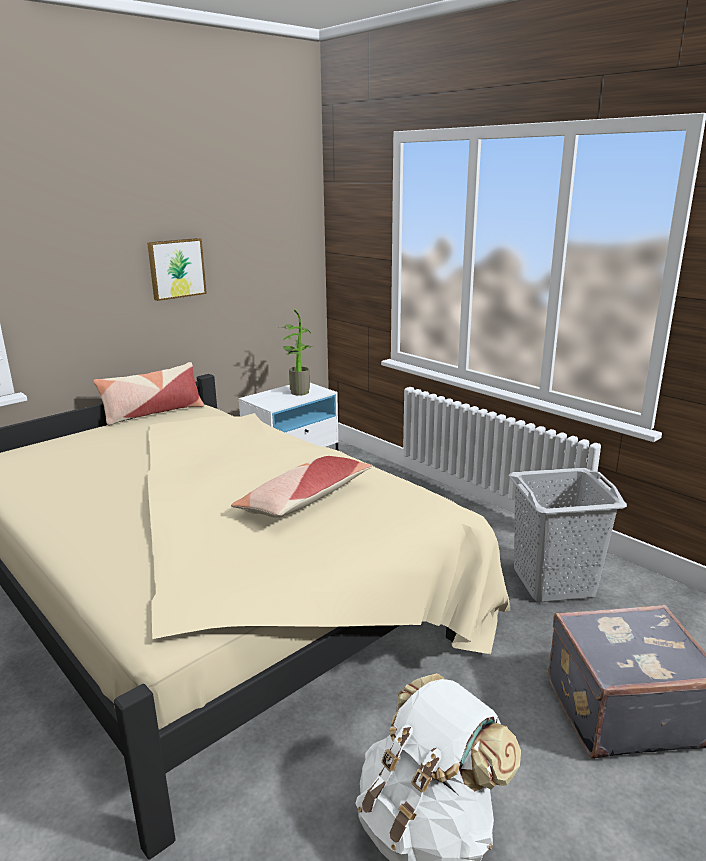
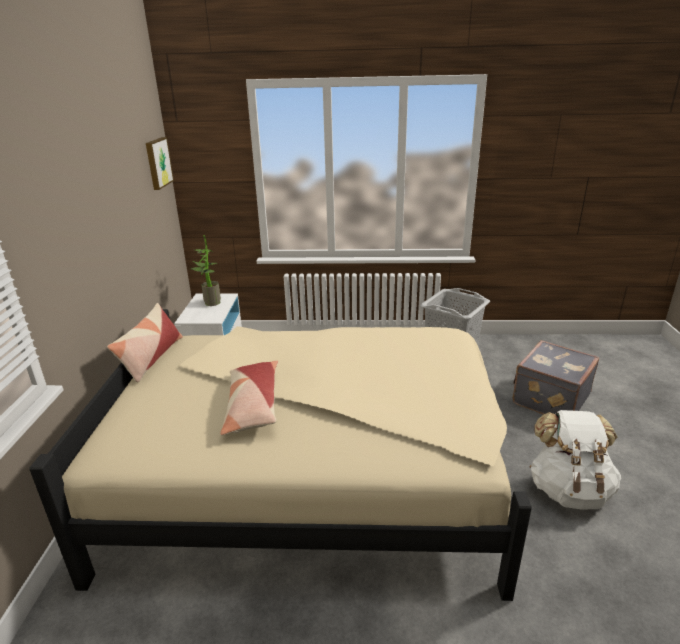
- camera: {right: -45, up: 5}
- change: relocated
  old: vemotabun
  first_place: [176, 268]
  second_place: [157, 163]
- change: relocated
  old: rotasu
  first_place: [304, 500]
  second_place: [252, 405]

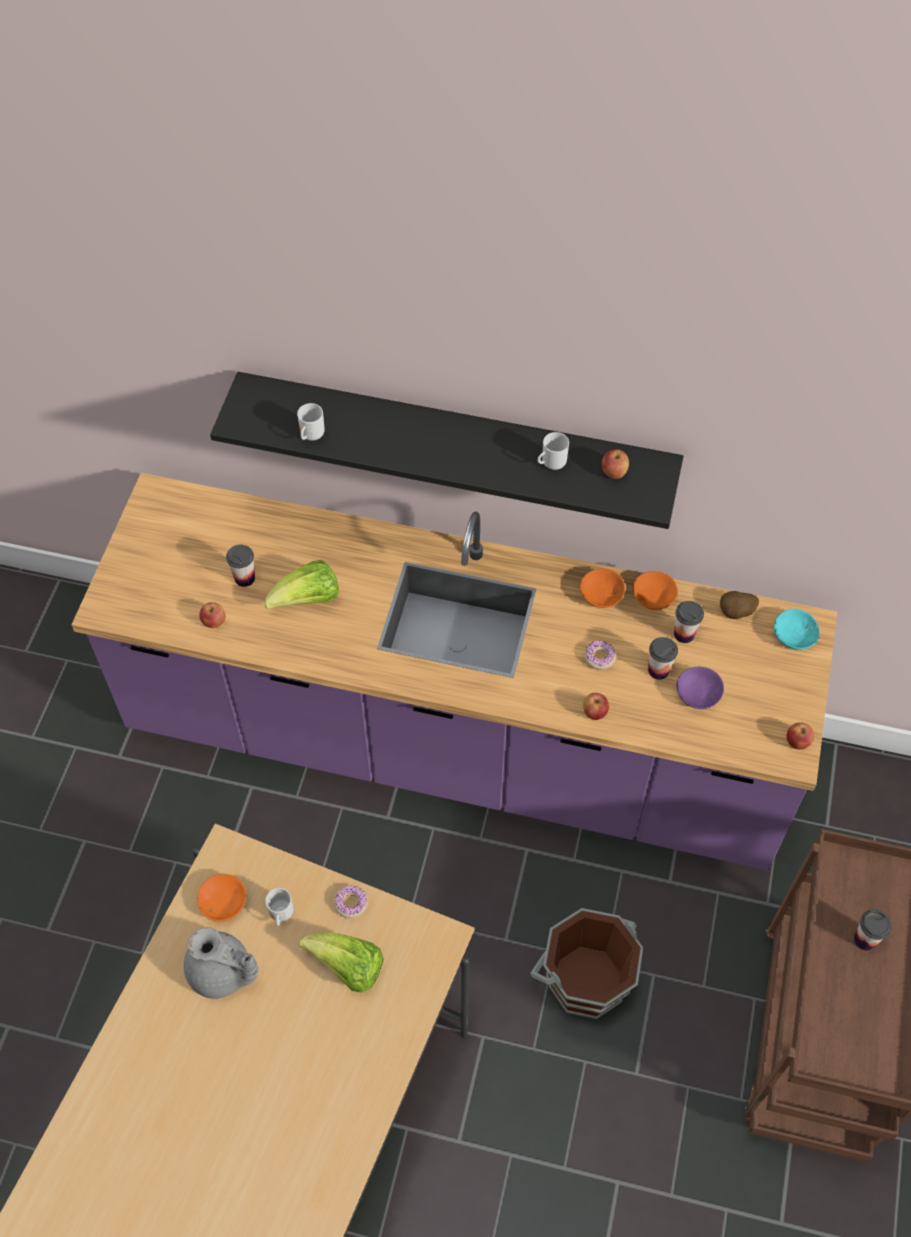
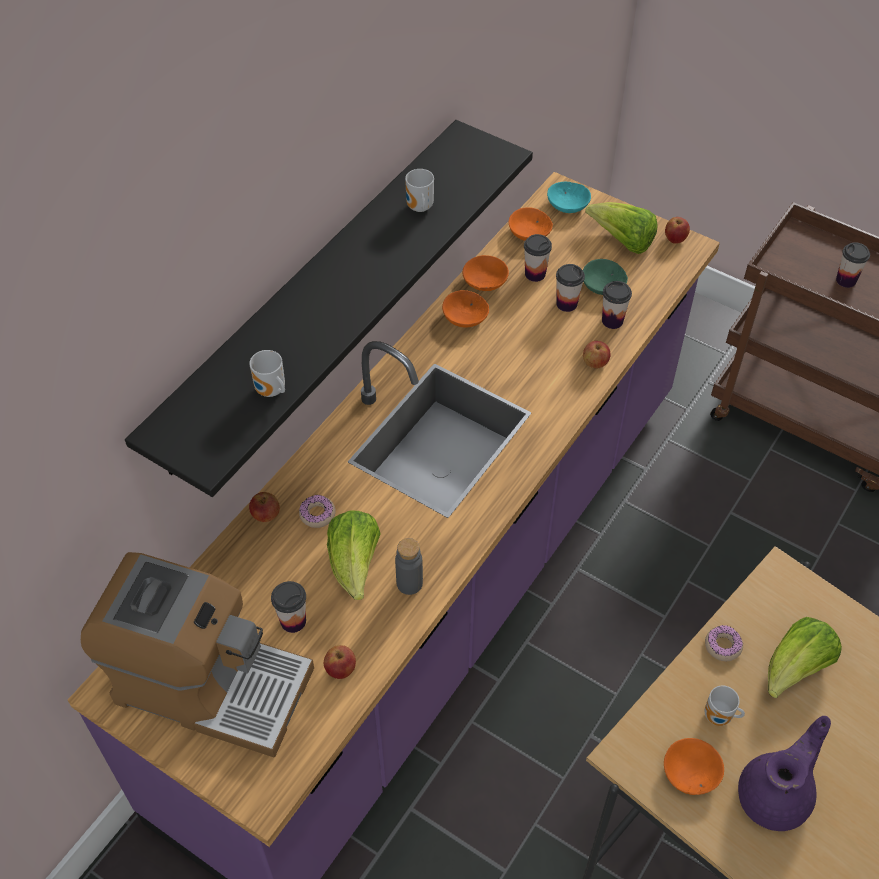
- camera: {right: -70, up: -5}
- change: colour
  old: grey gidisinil
  new: purple gidisinil
  first_place: [222, 973]
  second_place: [776, 795]
- change: missing
  old: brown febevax
  first_place: [585, 979]
- change: relocated
  old: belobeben
  first_place: [599, 657]
  second_place: [317, 514]
- change: relocated
  old: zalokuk
  first_place: [613, 473]
  second_place: [266, 515]
- change: colour
  old: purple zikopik
  new: green zikopik
  first_place: [697, 693]
  second_place: [601, 285]
- change: exchanged
  old: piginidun
  new: orange zikopik
  first_place: [736, 613]
  second_place: [528, 233]
- change: appeared
  new: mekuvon
  second_place: [210, 684]
- change: appeared
  new: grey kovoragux
  second_place: [409, 583]
- change: appeared
  new: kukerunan
  second_place: [622, 241]
- change: appeared
  new: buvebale
  second_place: [612, 321]

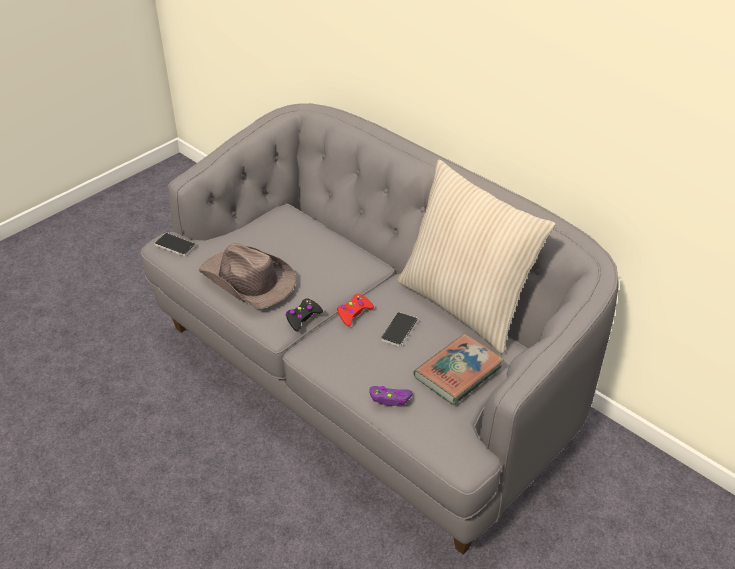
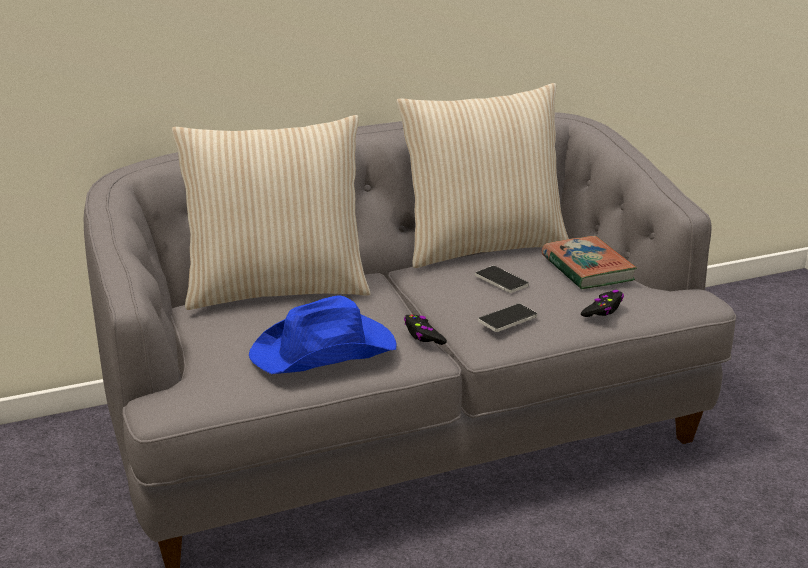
- camera: {right: -65, up: -15}
- change: relocated
  old: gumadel
  first_place: [175, 245]
  second_place: [507, 319]
- change: colour
  old: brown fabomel
  new: blue fabomel
  first_place: [248, 280]
  second_place: [325, 351]
- change: missing
  old: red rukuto
  first_place: [354, 313]
- change: colour
  old: purple rukuto
  new: black rukuto
  first_place: [390, 399]
  second_place: [603, 310]
- change: appeared
  new: beige rotasu
  second_place: [276, 289]

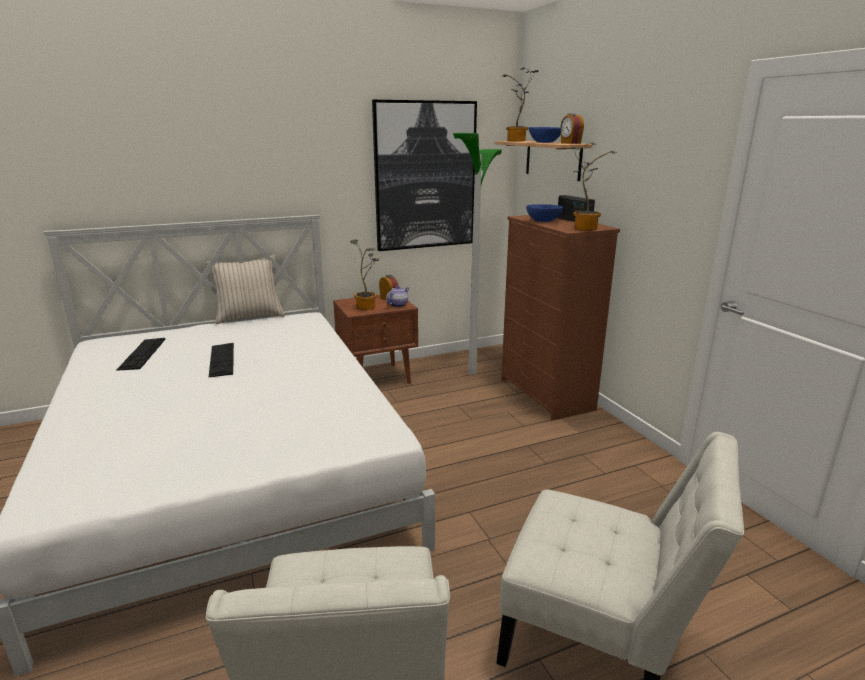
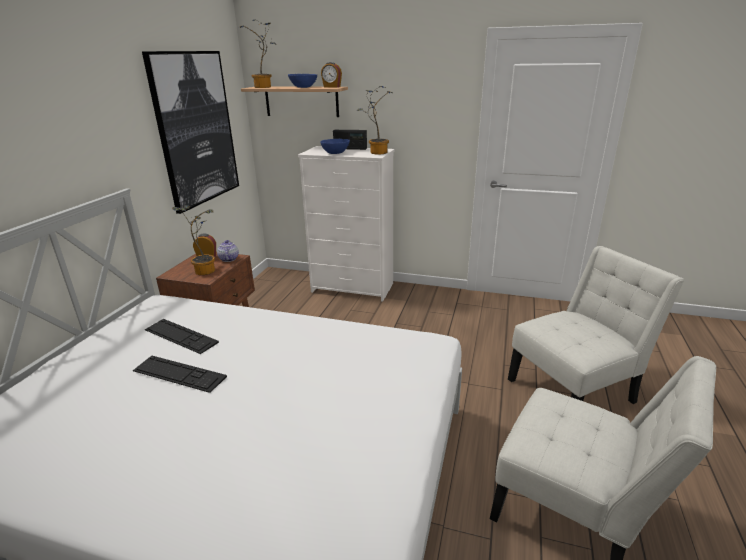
- camera: {right: -50, up: 5}
- change: relocated
  old: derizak
  first_place: [142, 353]
  second_place: [181, 336]
- change: missing
  old: beige rotasu
  first_place: [249, 317]
- change: missing
  old: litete
  first_place: [472, 372]
- change: colour
  old: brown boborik
  new: white boborik
  first_place: [546, 395]
  second_place: [353, 288]

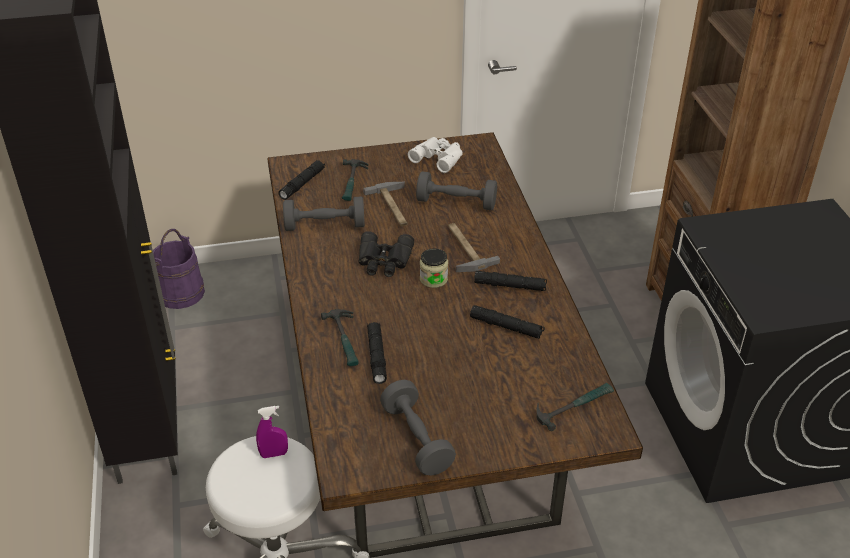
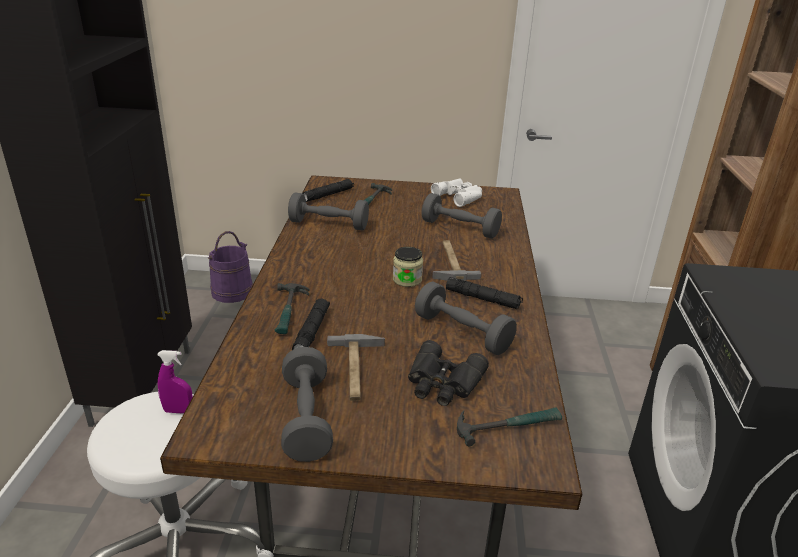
- camera: {right: 15, up: -10}
- change: relocated
  old: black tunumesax
  first_place: [384, 261]
  second_place: [443, 383]
- change: relocated
  old: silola
  first_place: [394, 207]
  second_place: [356, 370]
- change: exchanged
  old: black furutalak
  new: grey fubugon
  first_place: [506, 327]
  second_place: [462, 333]

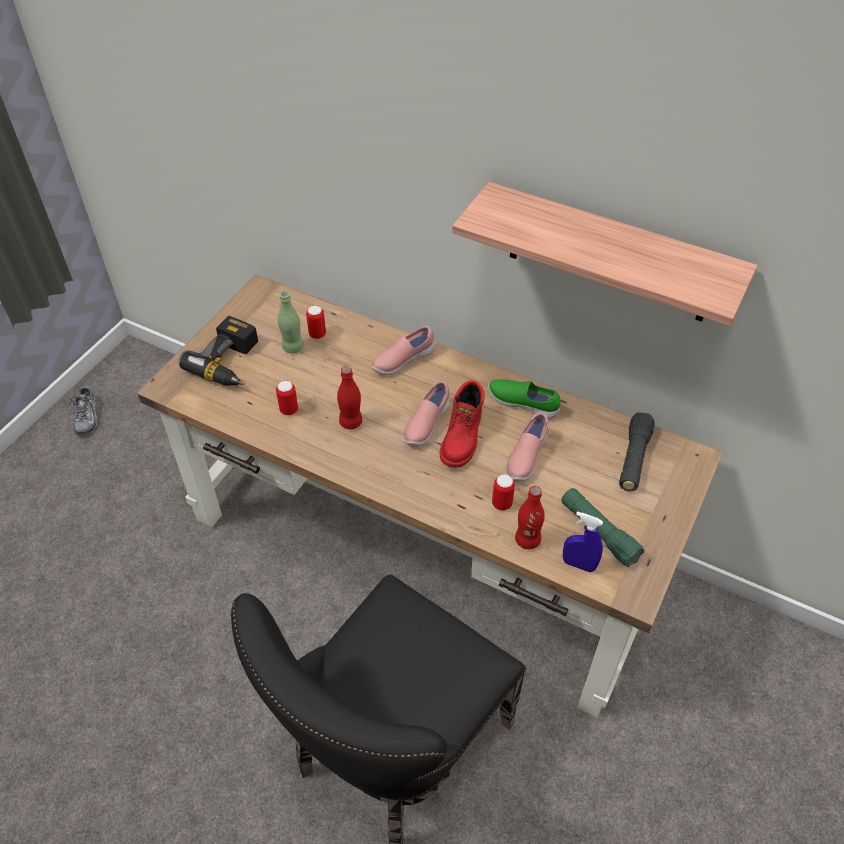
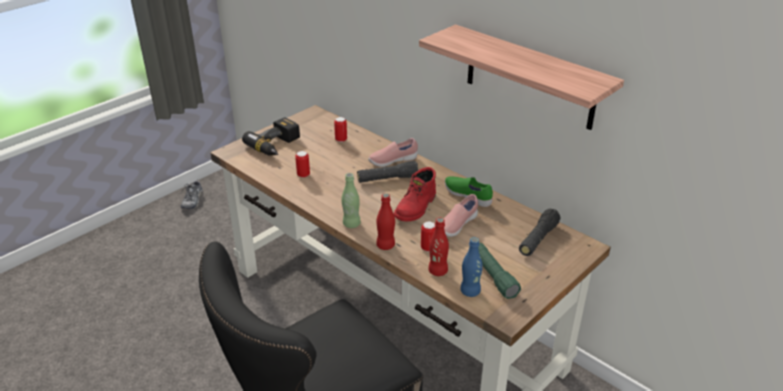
- camera: {right: 15, up: -15}
- change: relocated
  old: green kovoragux
  first_place: [293, 347]
  second_place: [351, 224]
- change: relocated
  old: red kovoragux
  first_place: [351, 422]
  second_place: [385, 245]
- change: missing
  old: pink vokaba
  first_place: [426, 424]
- change: exchanged
  old: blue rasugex
  new: blue kovoragux
  first_place: [578, 564]
  second_place: [470, 291]
- change: appeared
  new: black furutalak
  second_place: [387, 179]

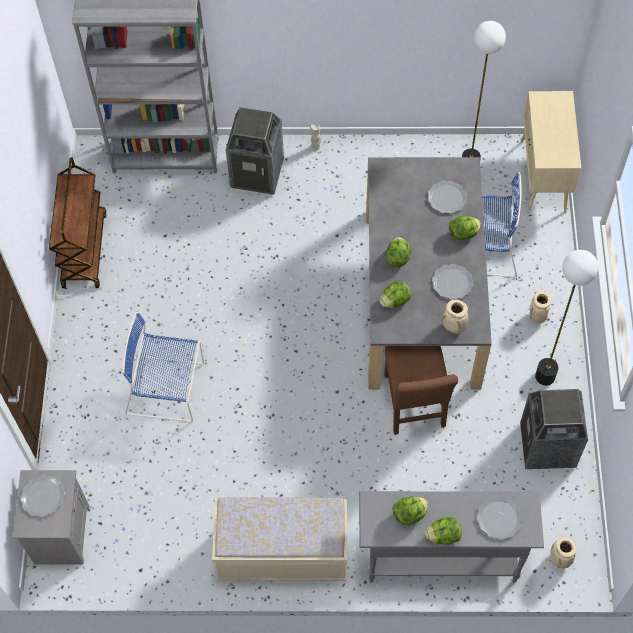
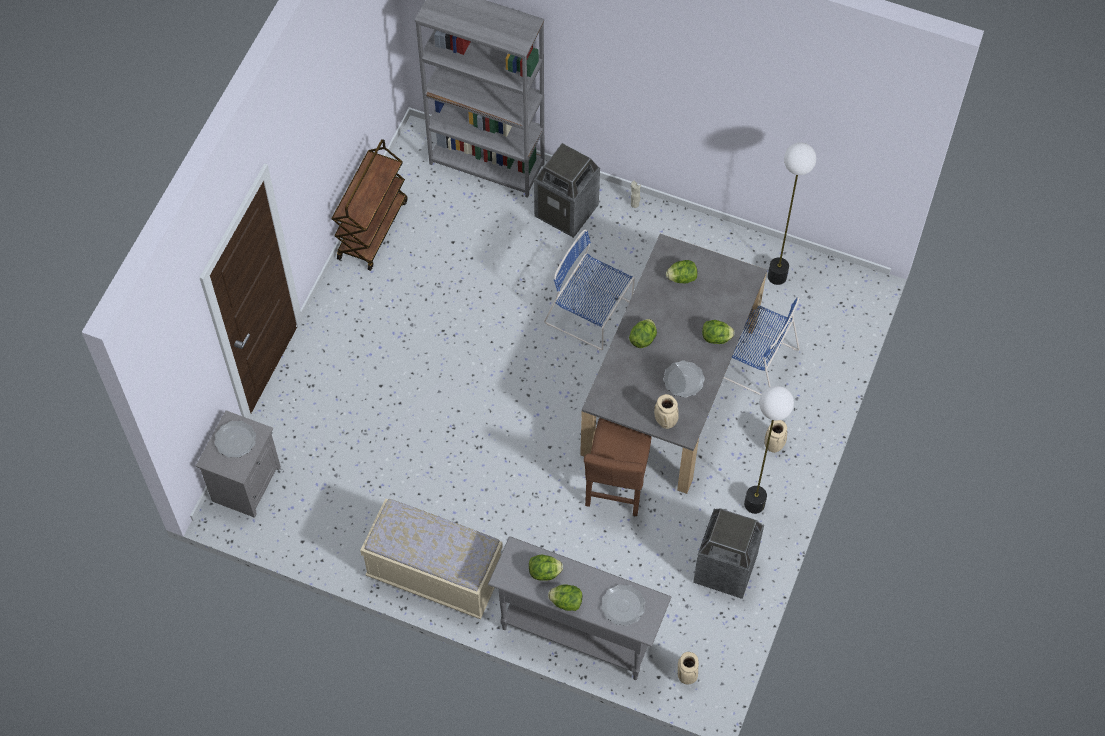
- camera: {right: 20, up: 0}
- change: relocated
  old: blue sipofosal
  first_place: [168, 389]
  second_place: [591, 314]
- change: relocated
  old: kukerunan
  first_place: [395, 301]
  second_place: [682, 278]
- change: missing
  old: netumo
  first_place: [446, 198]
- change: missing
  old: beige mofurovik
  first_place: [543, 177]

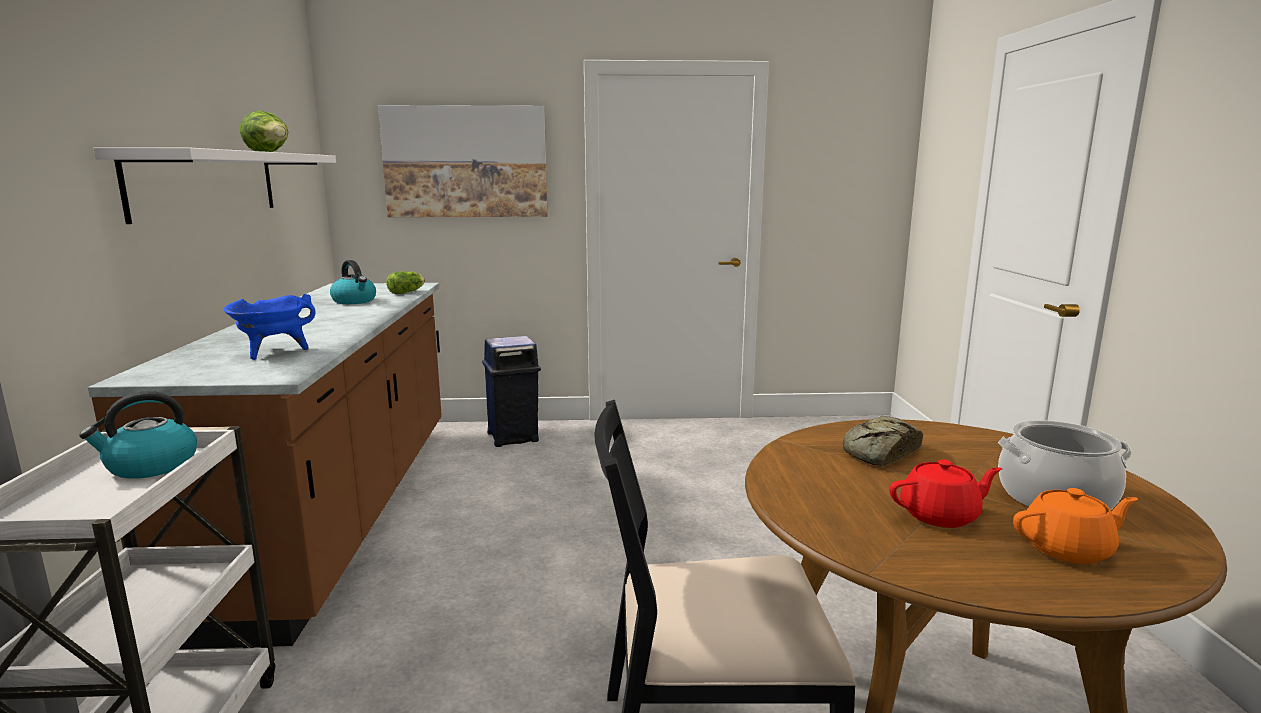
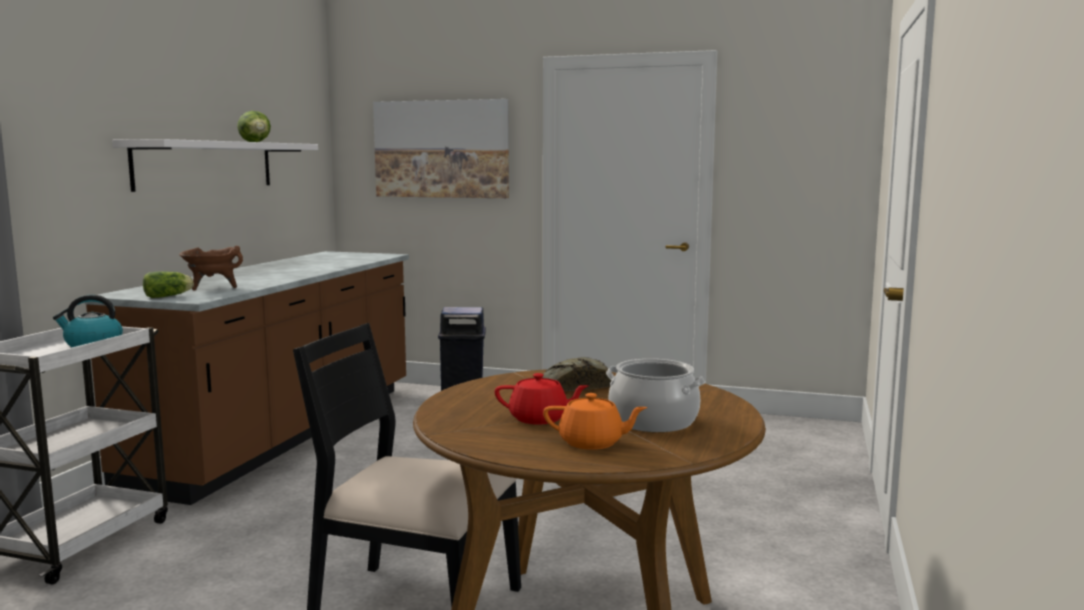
- camera: {right: 20, up: -5}
- change: colour
  old: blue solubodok
  new: brown solubodok
  first_place: [273, 352]
  second_place: [212, 288]
- change: missing
  old: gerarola
  first_place: [355, 301]
- change: relocated
  old: kukerunan
  first_place: [408, 292]
  second_place: [169, 296]

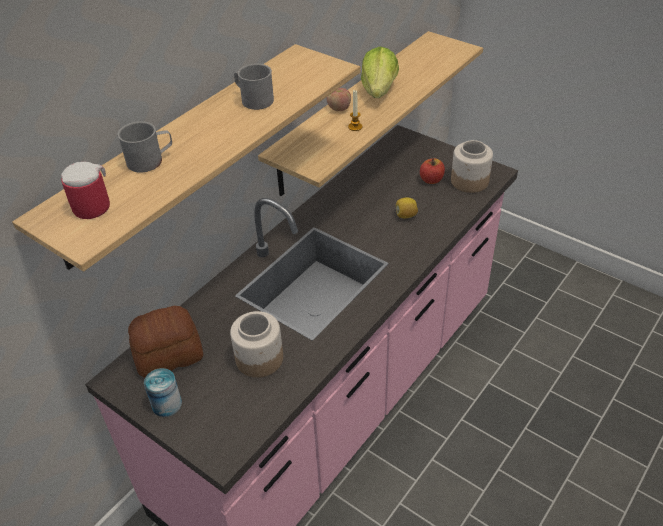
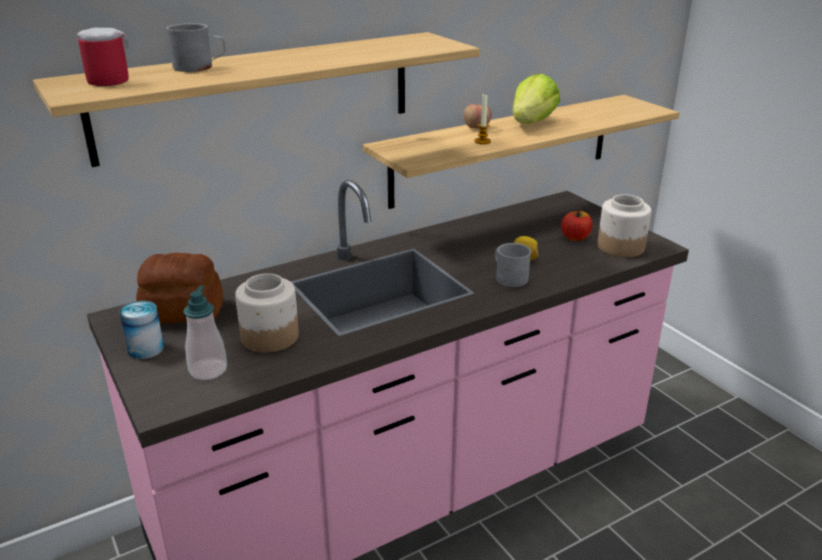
- camera: {right: 20, up: -15}
- change: relocated
  old: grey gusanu
  first_place: [253, 99]
  second_place: [508, 277]
- change: appeared
  new: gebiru
  second_place: [208, 370]

